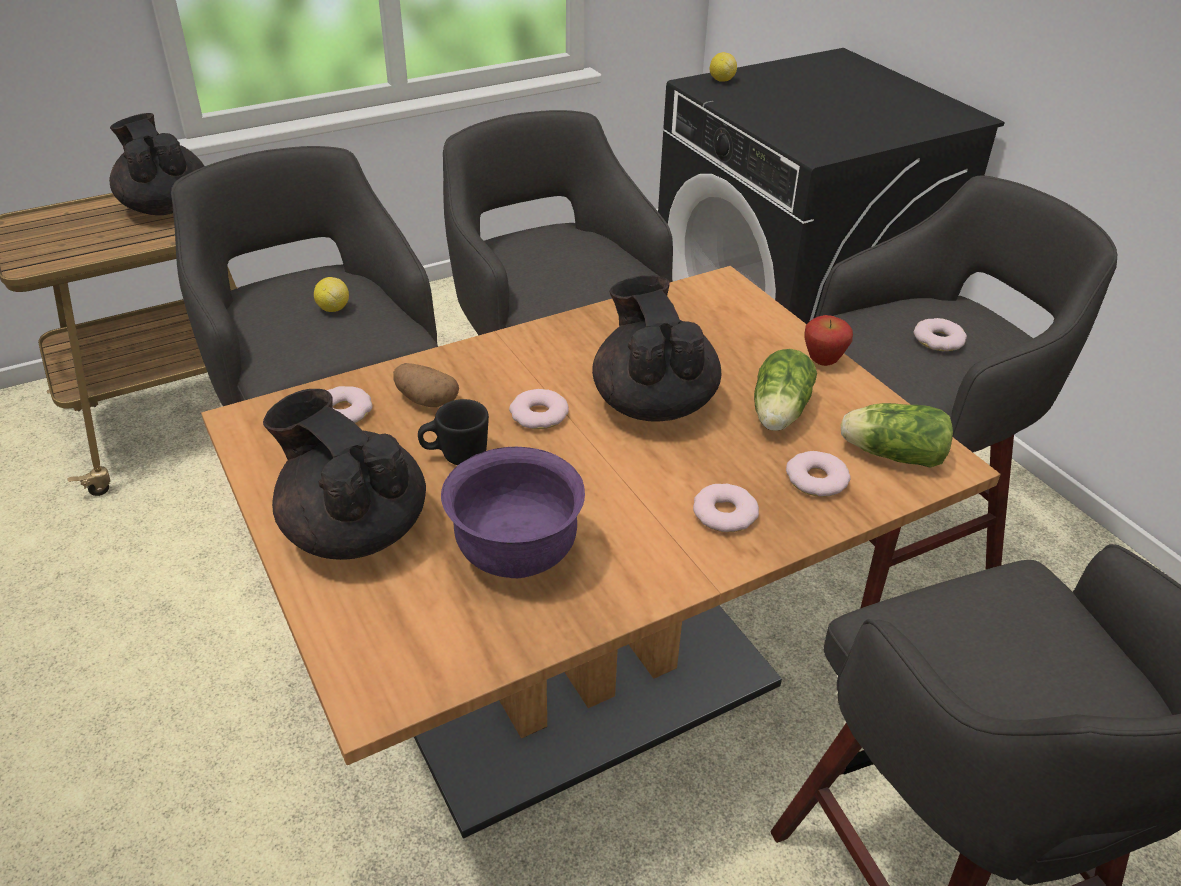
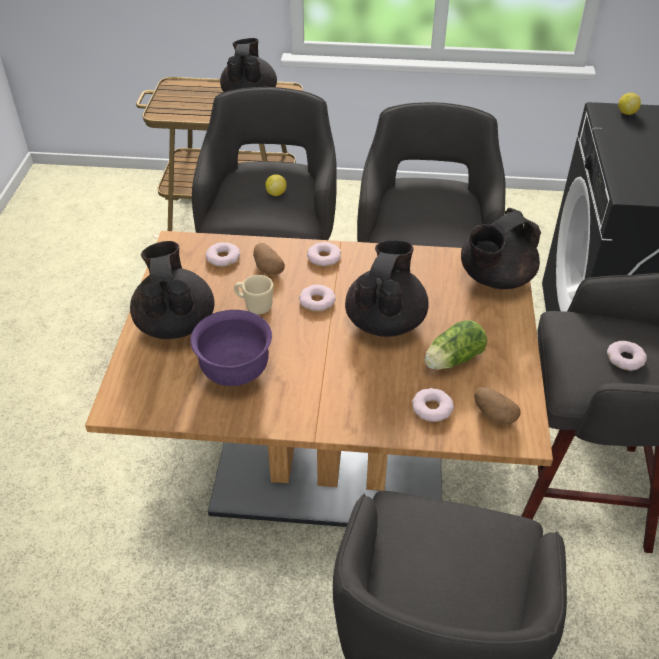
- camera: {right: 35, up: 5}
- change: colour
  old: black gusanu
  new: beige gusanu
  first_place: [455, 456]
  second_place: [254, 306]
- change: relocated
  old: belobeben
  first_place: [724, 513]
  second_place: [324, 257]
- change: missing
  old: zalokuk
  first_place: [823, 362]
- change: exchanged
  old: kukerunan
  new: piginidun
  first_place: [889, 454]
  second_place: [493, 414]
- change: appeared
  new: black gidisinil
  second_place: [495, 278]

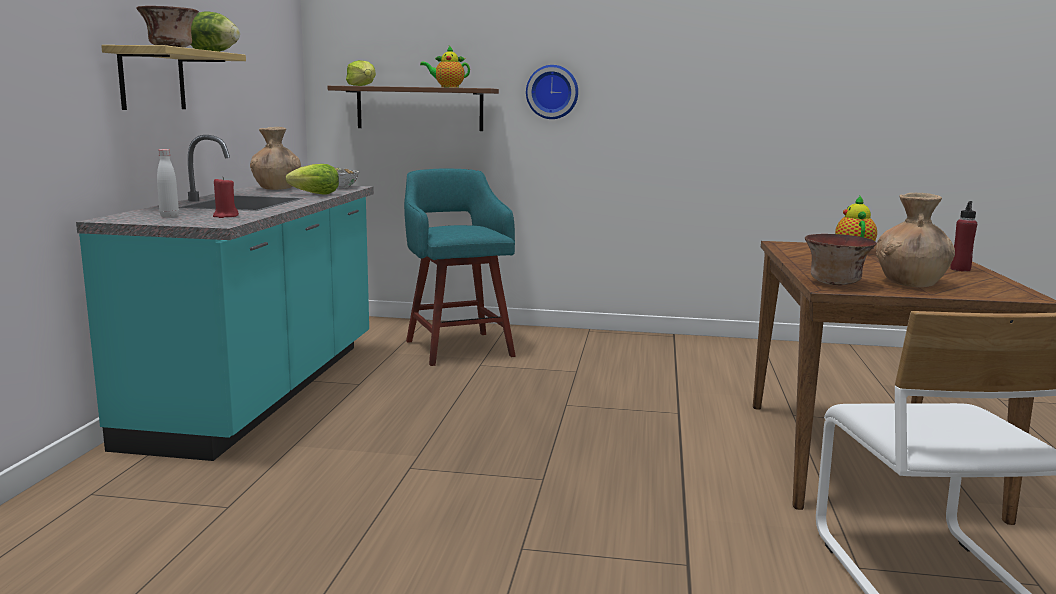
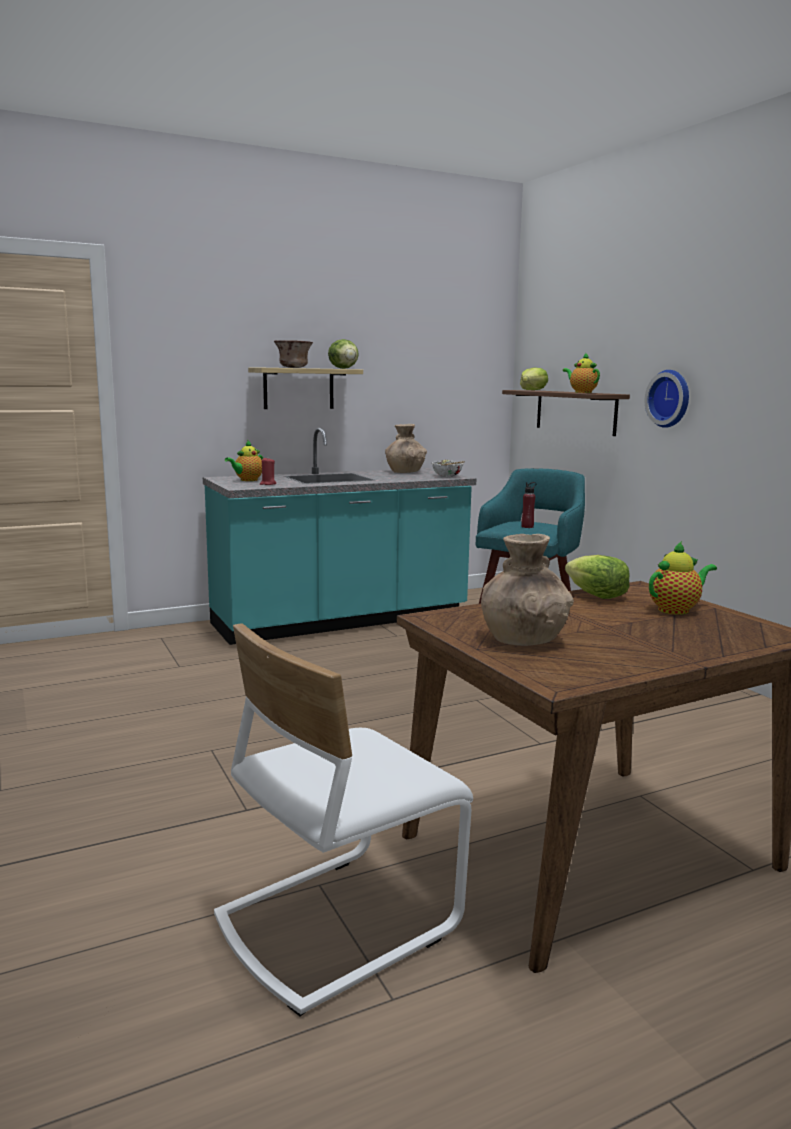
- camera: {right: 55, up: 0}
- change: exchanged
  old: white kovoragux
  new: gidisinil
  first_place: [169, 216]
  second_place: [247, 480]
- change: relocated
  old: kukerunan
  first_place: [315, 194]
  second_place: [595, 595]
- change: missing
  old: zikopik
  first_place: [834, 283]
- change: relocated
  old: red kovoragux
  first_place: [960, 269]
  second_place: [527, 527]

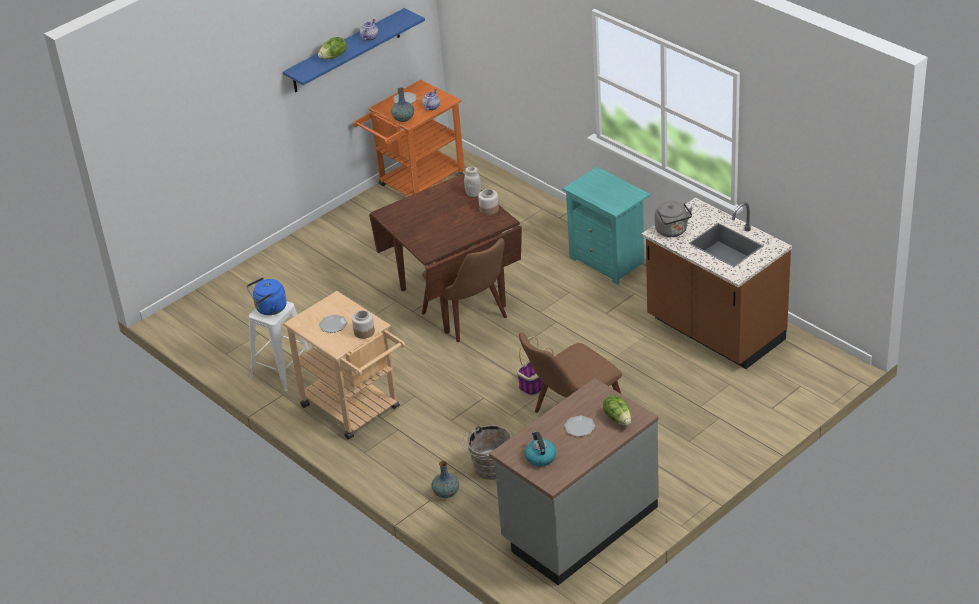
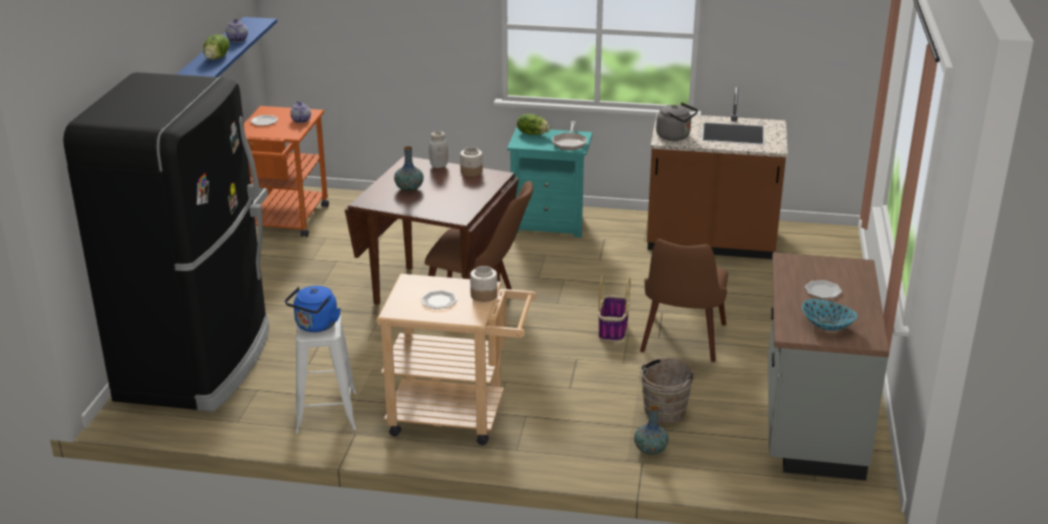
- camera: {right: -40, up: -10}
- change: relocated
  old: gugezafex
  first_place: [403, 119]
  second_place: [409, 189]
- change: exchanged
  old: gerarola
  new: zikopik
  first_place: [540, 457]
  second_place: [827, 326]
- change: relocated
  old: kukerunan
  first_place: [618, 418]
  second_place: [532, 133]
- change: appeared
  new: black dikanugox
  second_place: [198, 363]
- change: appeared
  new: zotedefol
  second_place: [569, 143]

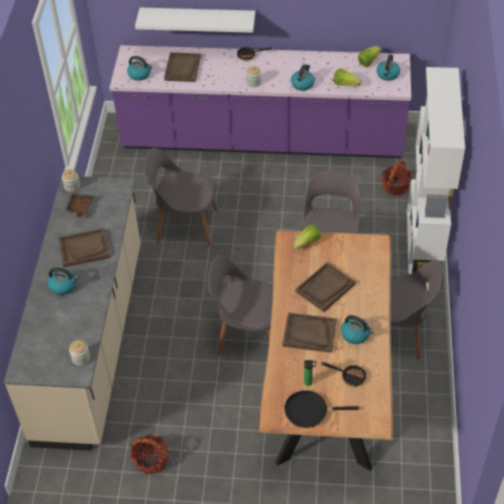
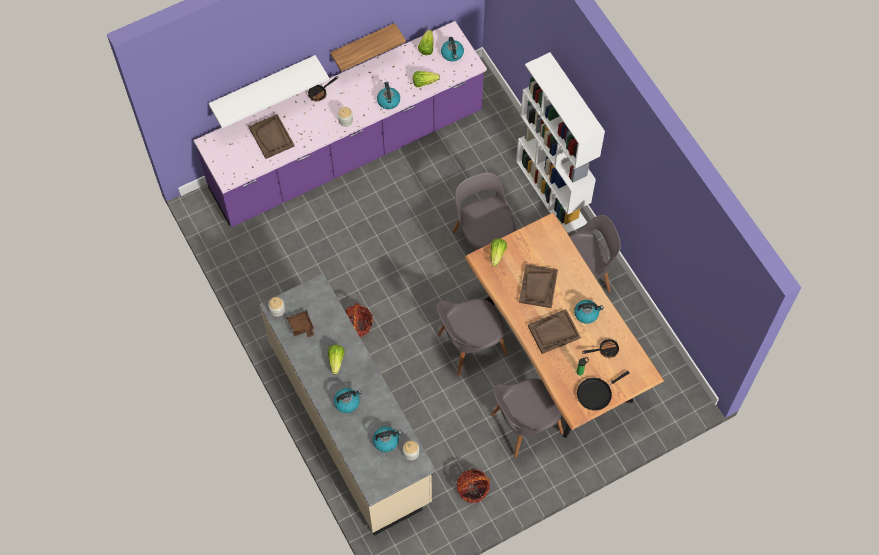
- camera: {right: -35, up: 15}
- change: exchanged
  old: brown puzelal
  new: kukerunan
  first_place: [84, 248]
  second_place: [336, 361]
- change: relocated
  old: gerarola
  first_place: [140, 74]
  second_place: [386, 440]
- change: relocated
  old: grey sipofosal
  first_place: [185, 225]
  second_place: [524, 425]
- change: relocated
  old: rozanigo
  first_place: [395, 186]
  second_place: [357, 325]
- change: appeared
  new: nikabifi
  second_place: [363, 45]

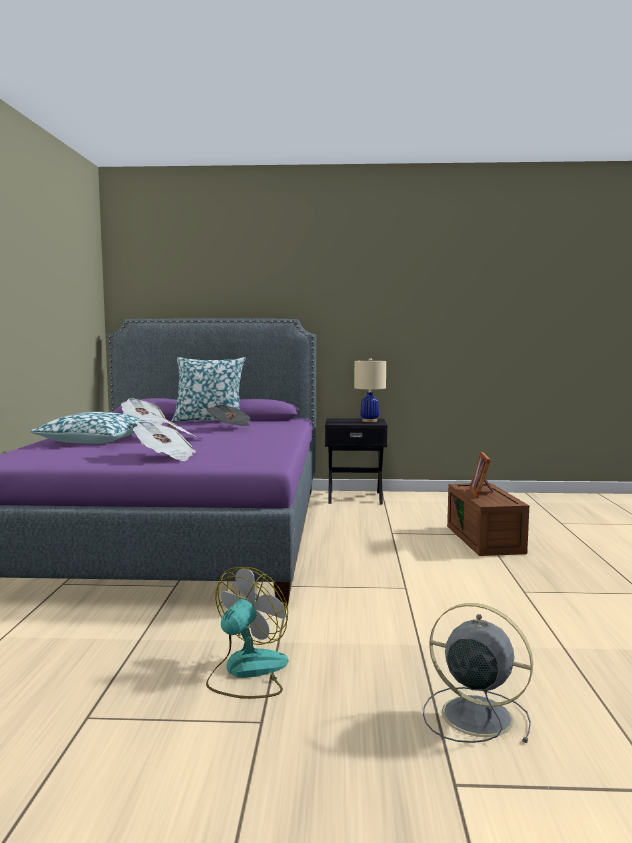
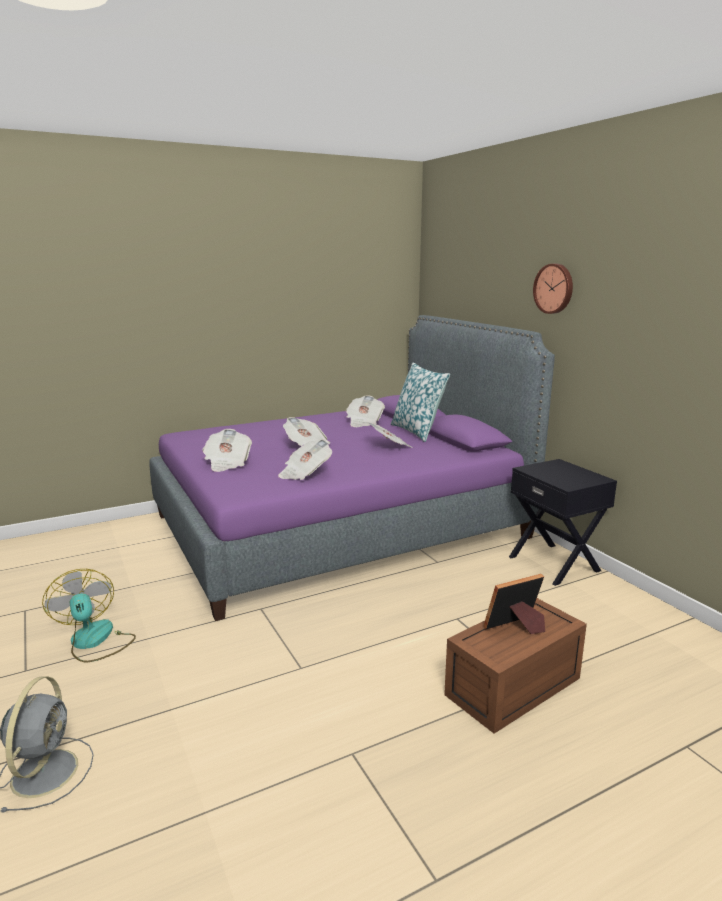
- camera: {right: 60, up: 10}
- change: missing
  old: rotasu
  first_place: [94, 440]
- change: spun
  old: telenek
  first_place: [247, 672]
  second_place: [94, 641]
  degrees: -120
- change: missing
  old: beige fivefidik
  first_place: [369, 421]
- change: appeared
  new: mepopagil
  second_place: [305, 473]
- change: appeared
  new: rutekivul
  second_place: [554, 288]

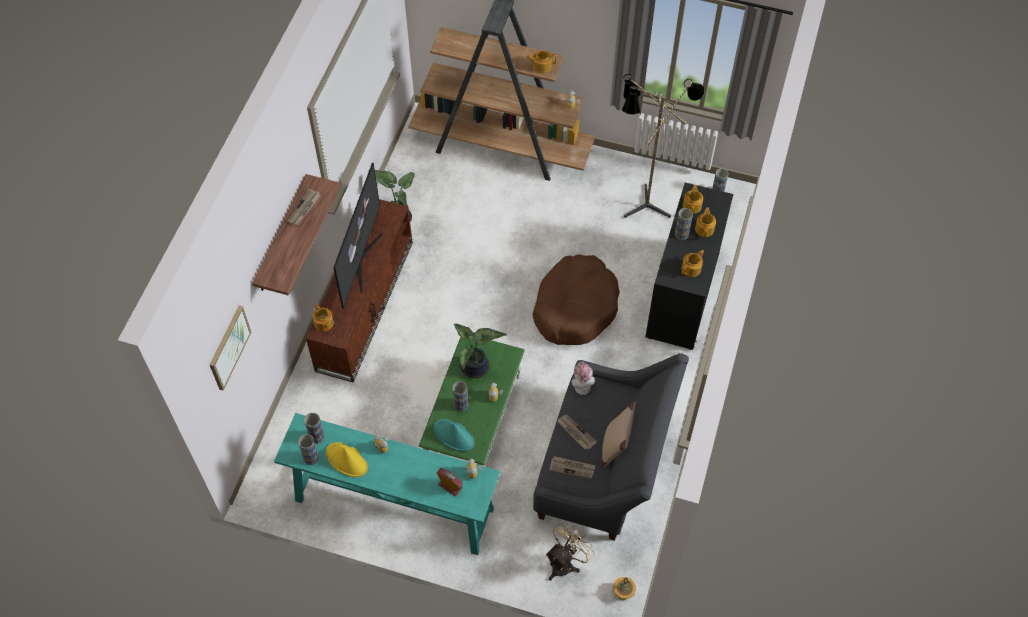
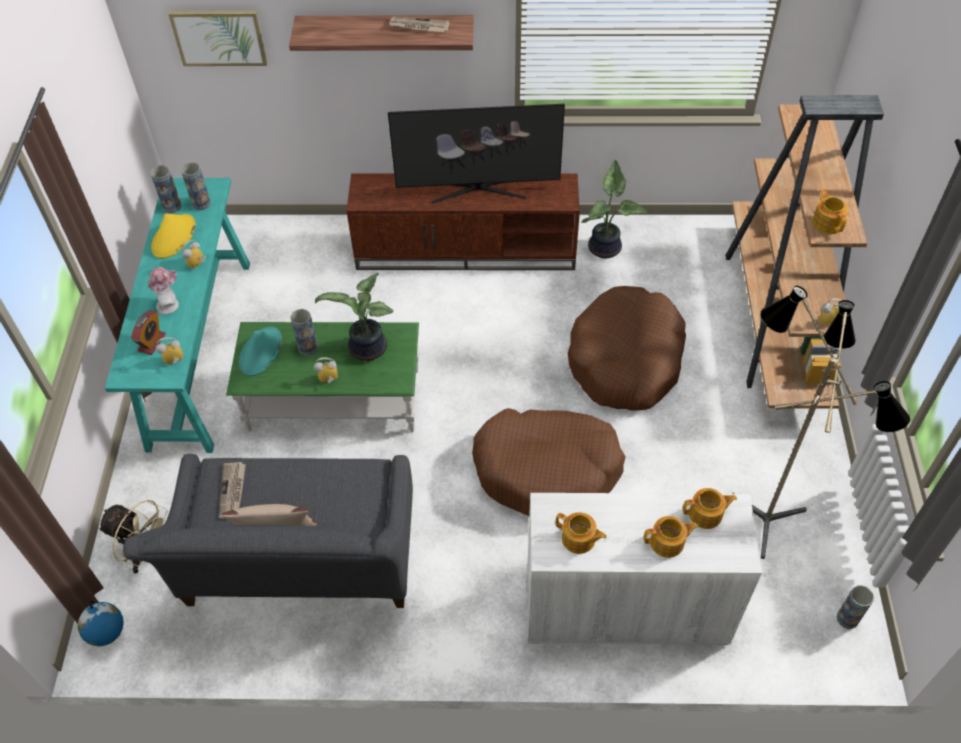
- camera: {right: 75, up: -5}
- change: missing
  old: gidisinil
  first_place: [323, 323]
- change: missing
  old: mepopagil
  first_place: [575, 432]
- change: relocated
  old: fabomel
  first_place: [582, 385]
  second_place: [170, 304]
- change: exchanged
  old: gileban
  new: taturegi
  first_place: [624, 592]
  second_place: [110, 636]
- change: colour
  old: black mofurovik
  new: white mofurovik
  first_place: [682, 294]
  second_place: [625, 607]
- change: missing
  old: gugezafex
  first_place: [681, 234]
- change: appeared
  new: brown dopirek
  second_place: [626, 360]

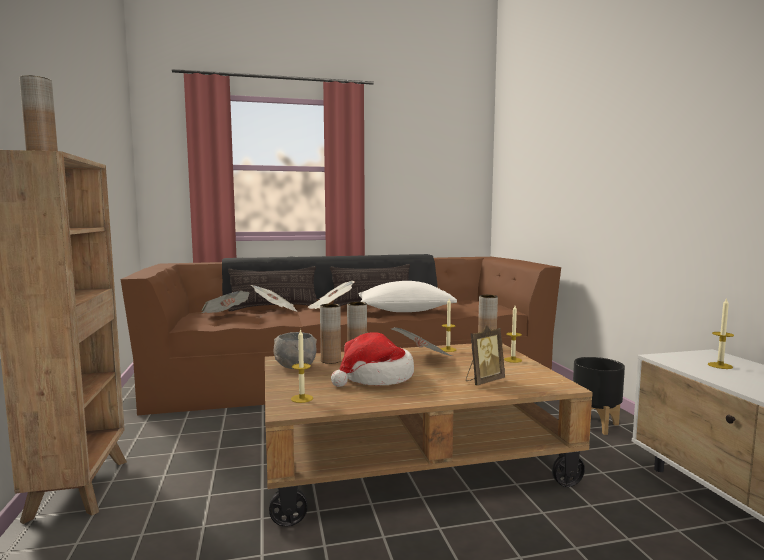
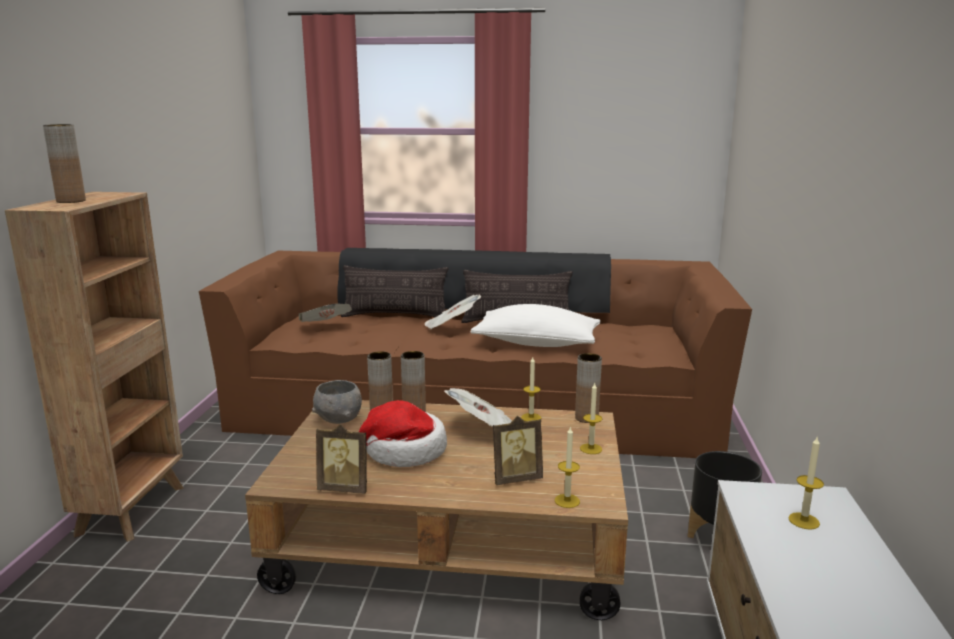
- camera: {right: 20, up: 10}
- change: missing
  old: mepopagil
  first_place: [275, 310]
- change: relocated
  old: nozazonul
  first_place: [302, 398]
  second_place: [567, 501]
- change: appeared
  new: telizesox
  second_place: [345, 488]

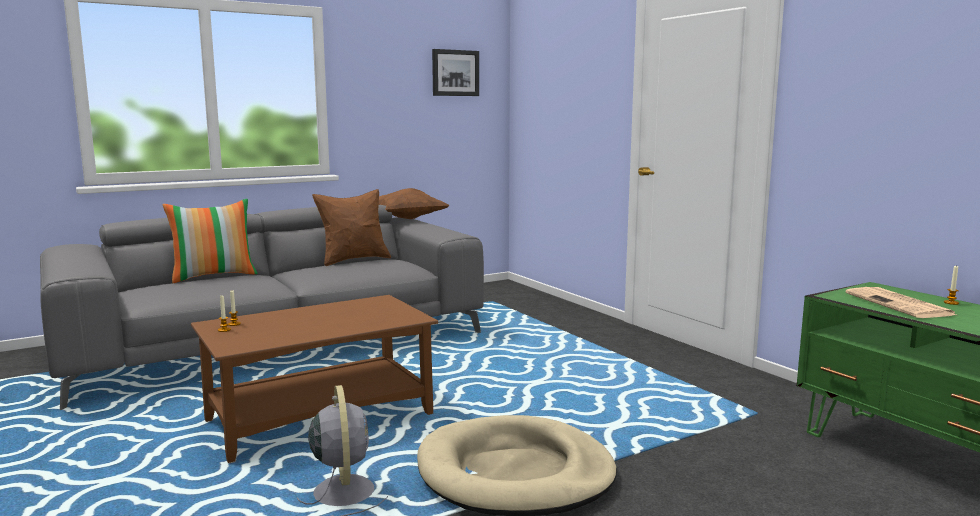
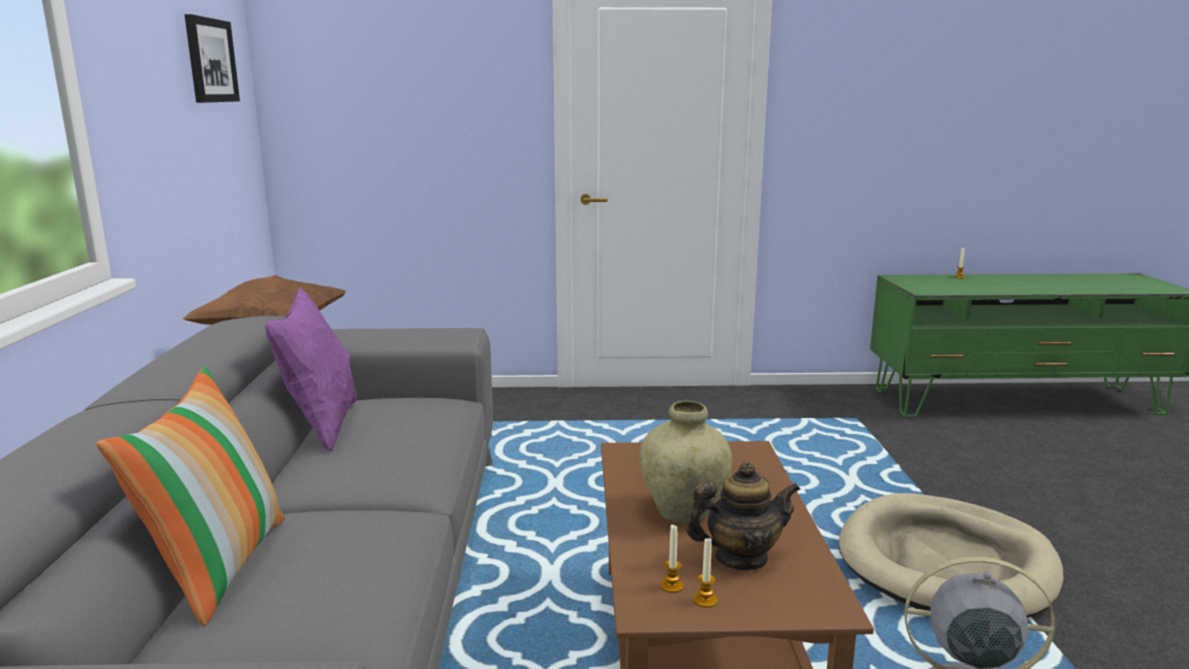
- camera: {right: -60, up: 5}
- change: colour
  old: brown rotasu
  new: purple rotasu
  first_place: [354, 260]
  second_place: [321, 426]
- change: missing
  old: mepopagil
  first_place: [900, 304]
- change: appeared
  new: beige gugezafex
  second_place: [683, 512]
- change: appeared
  new: gidisinil
  second_place: [740, 558]

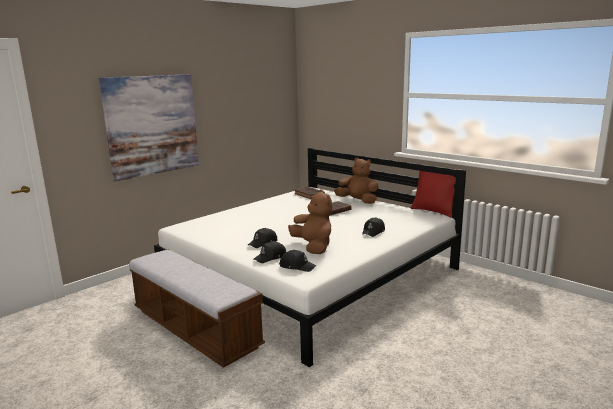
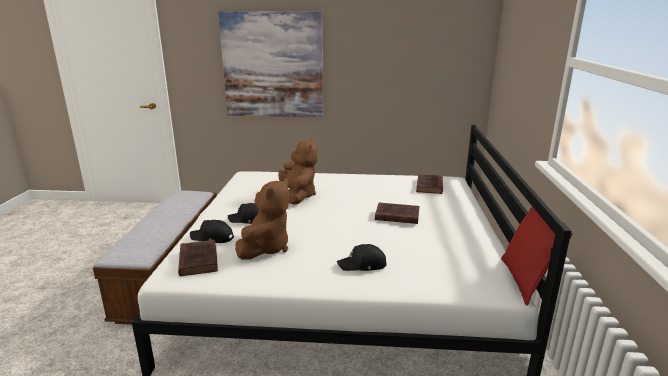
- camera: {right: 50, up: 5}
- change: exchanged
  old: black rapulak
  new: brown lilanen
  first_place: [297, 266]
  second_place: [198, 260]
- change: relocated
  old: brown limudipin
  first_place: [358, 201]
  second_place: [297, 196]

